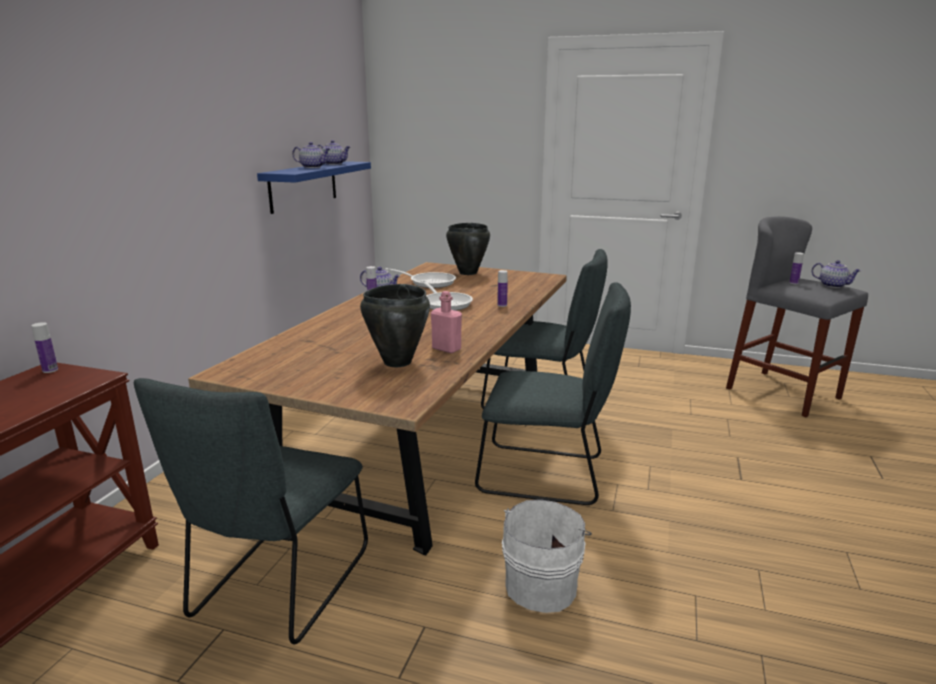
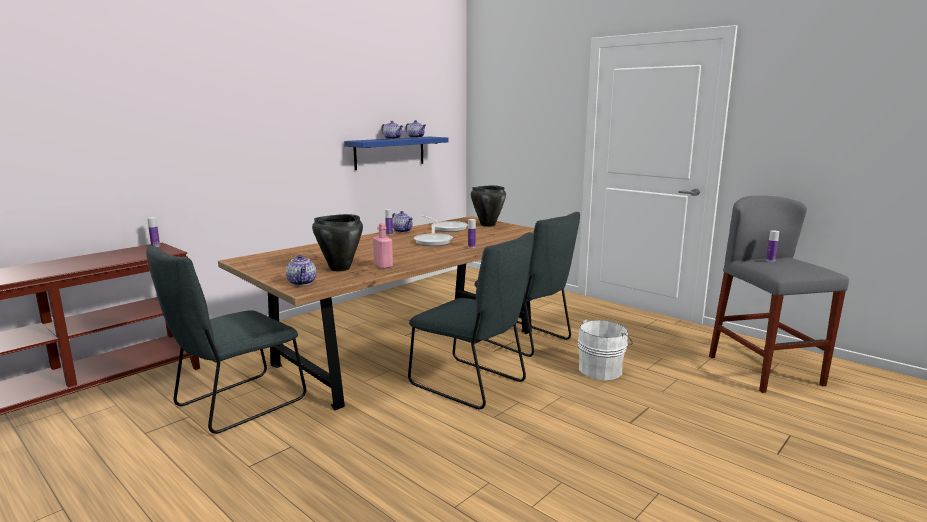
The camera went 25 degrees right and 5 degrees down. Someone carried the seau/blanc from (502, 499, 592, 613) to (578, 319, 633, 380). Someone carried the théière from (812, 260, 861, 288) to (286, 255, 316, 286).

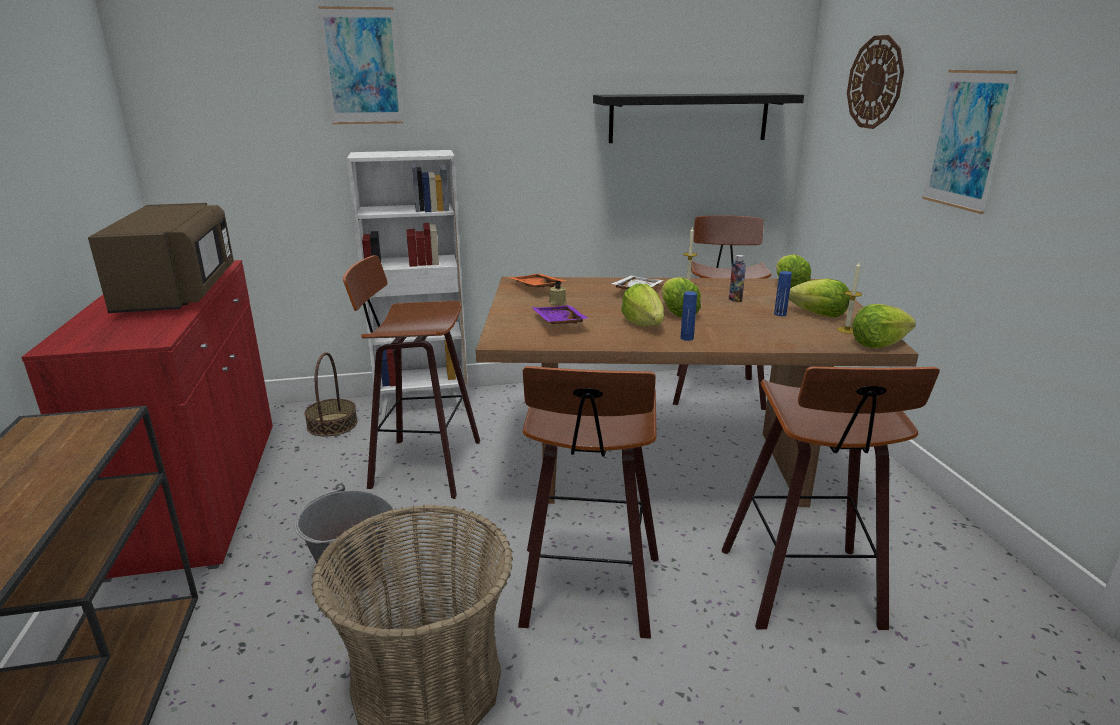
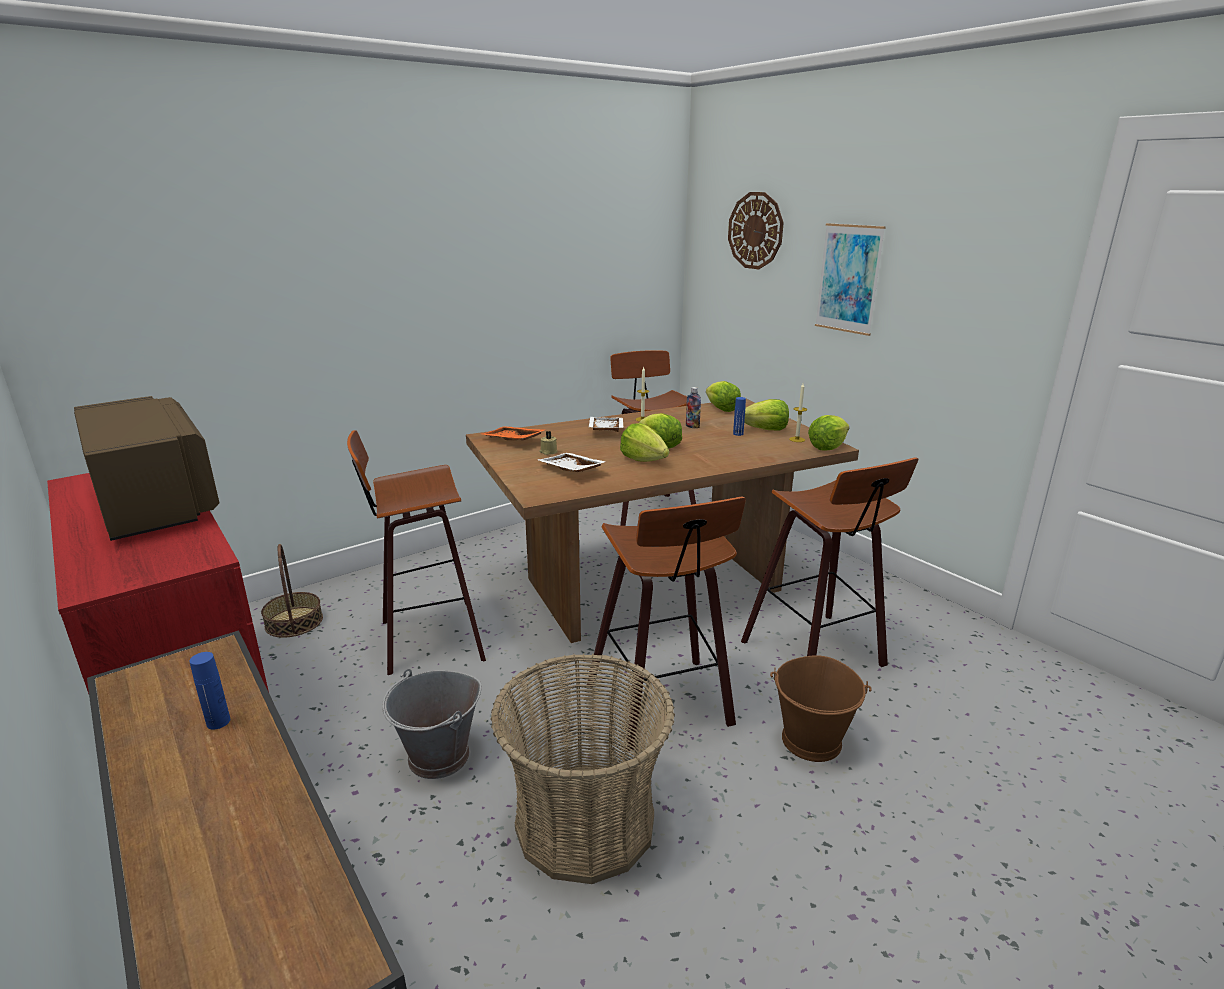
The camera went 25 degrees left and 0 degrees up. Someone took away the tableau at (318, 6, 403, 124). Someone took away the bibliothèque/blanc at (347, 150, 468, 417). Someone repainted the plateau/violet at (532, 305, 589, 325), which became the plateau/blanc at (538, 453, 606, 472). Someone took away the étagère/noir at (593, 93, 804, 143). Someone carried the bouteille/bleu from (681, 291, 697, 341) to (189, 652, 230, 730). Someone put down the seau/marron at (770, 655, 872, 762).

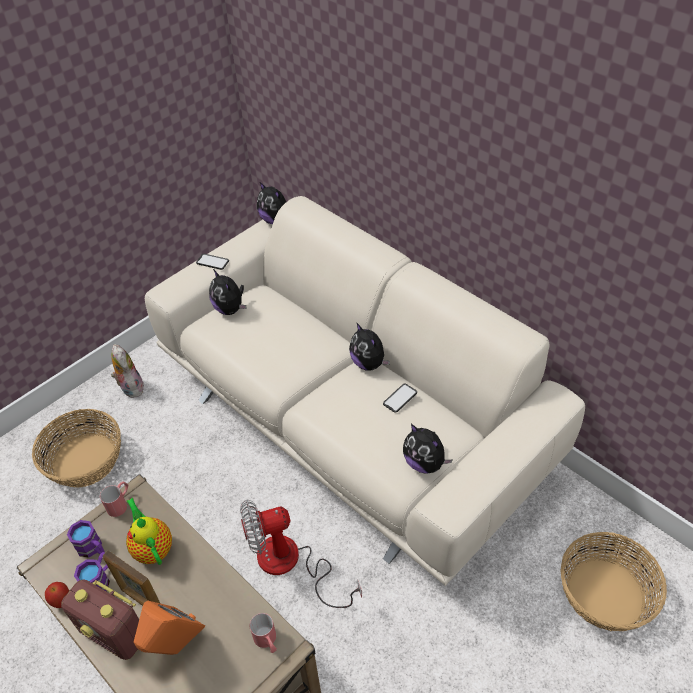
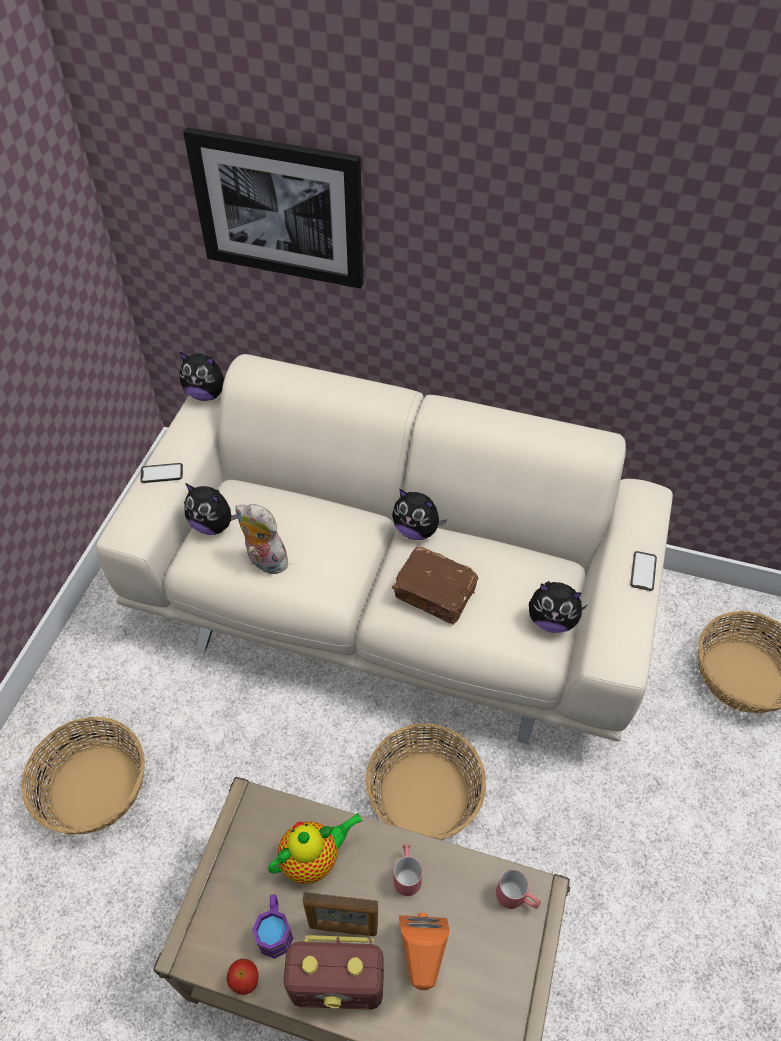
The camera went 30 degrees left and 5 degrees up. Someone took away the mug/violet at (67, 520, 105, 558). Someone carried the mug/rouge from (100, 482, 128, 517) to (393, 845, 423, 896). Someone carried the peluche from (111, 344, 144, 398) to (235, 504, 292, 574). Someone rotated the théière at (126, 498, 172, 565) by 120 degrees clockwise. Someone swapped the ventilateur at (240, 500, 362, 608) for the panier at (366, 723, 486, 840). Someone carried the téléphone from (383, 383, 417, 413) to (630, 551, 657, 591). Someone put up the tableau at (183, 127, 363, 289). Someone put down the livre/marron at (392, 547, 478, 625).

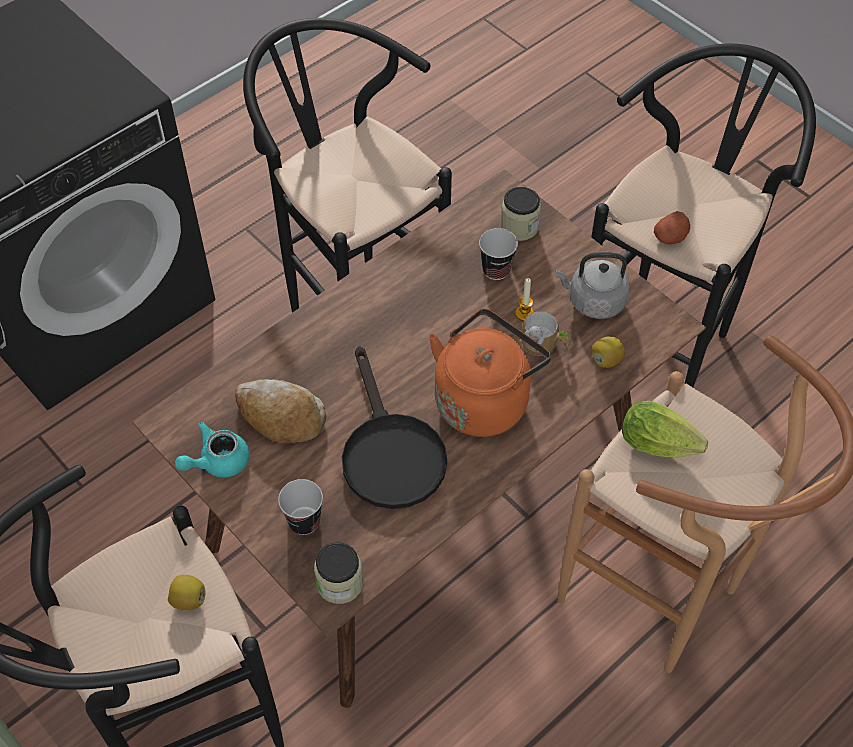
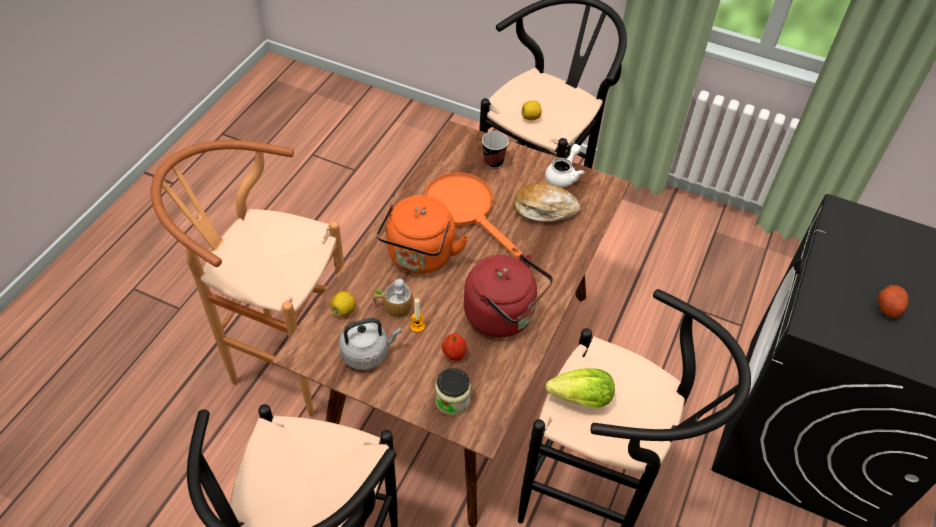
The camera went 155 degrees right and 5 degrees down. Someone repainted the théière/turquoise at (175, 422, 250, 477), which became the théière/blanc at (545, 144, 584, 187). Someone took away the bocal at (314, 542, 363, 604). Someone repainted the poêle/noir at (342, 346, 447, 509), which became the poêle/orange at (424, 172, 522, 258). Someone swapped the tasse at (479, 228, 518, 280) for the pomme at (442, 334, 467, 361). Someone carried the laitue from (622, 401, 708, 457) to (545, 369, 615, 407). Someone carried the pomme de terre from (654, 211, 690, 244) to (878, 285, 908, 318). Someone put down the bouilloire/rouge at (464, 254, 553, 337).

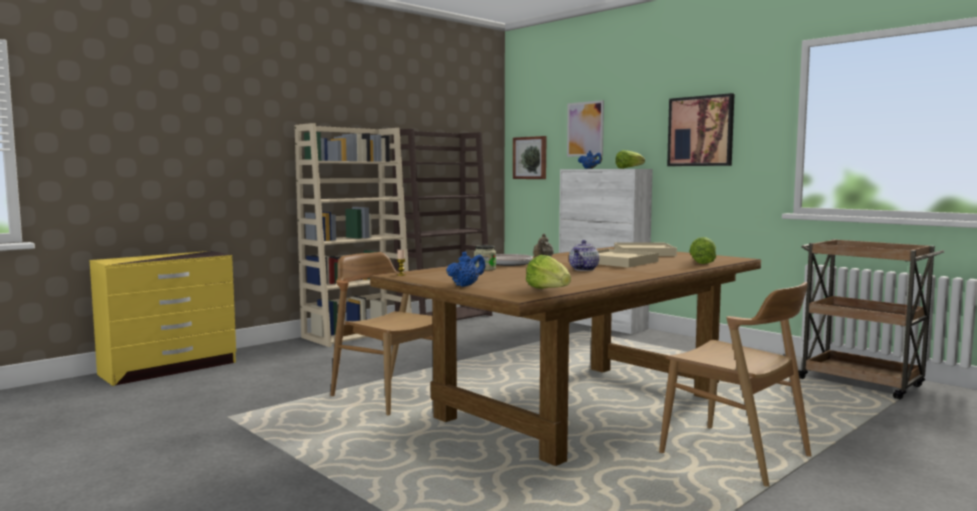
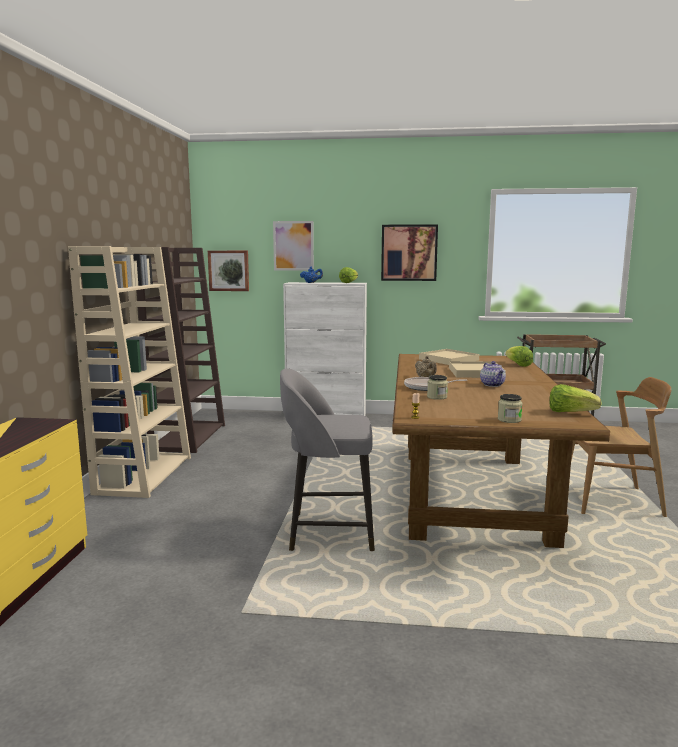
The camera went 40 degrees left and 5 degrees up. Someone swapped the chaise/marron at (330, 252, 433, 415) for the tabouret/gris at (280, 368, 375, 551). Someone swapped the théière/bleu at (446, 251, 485, 287) for the bocal at (498, 394, 523, 423).

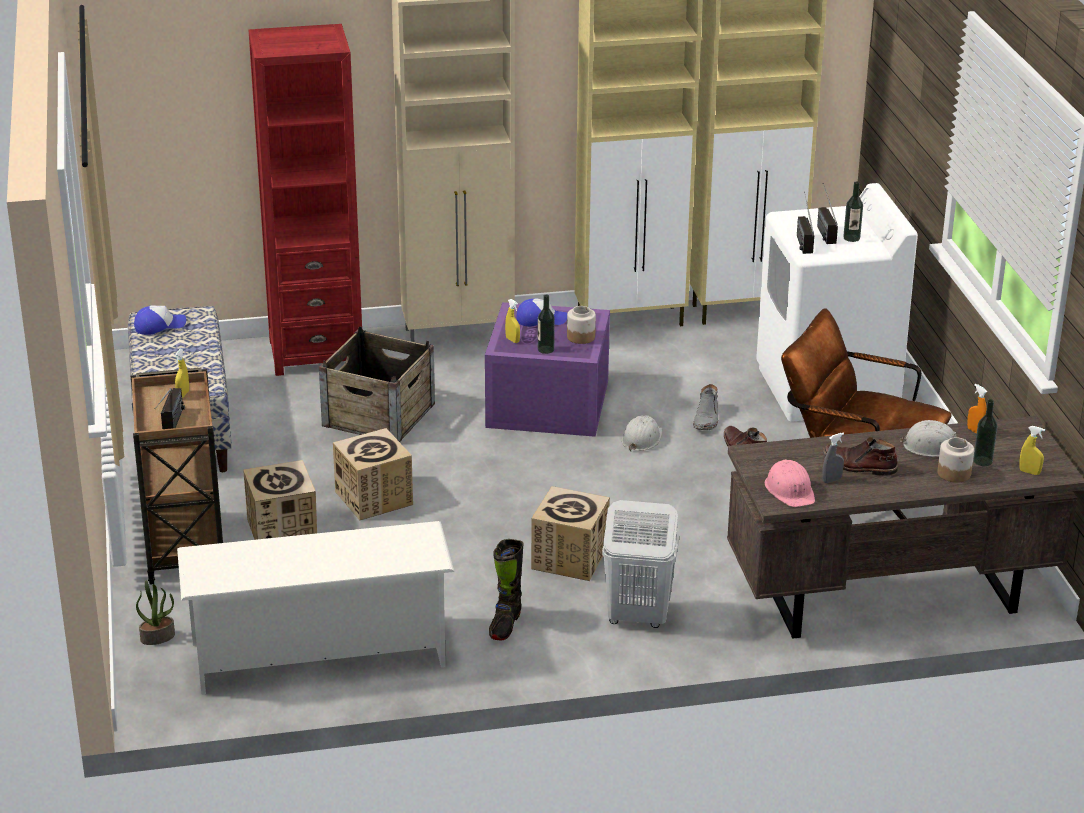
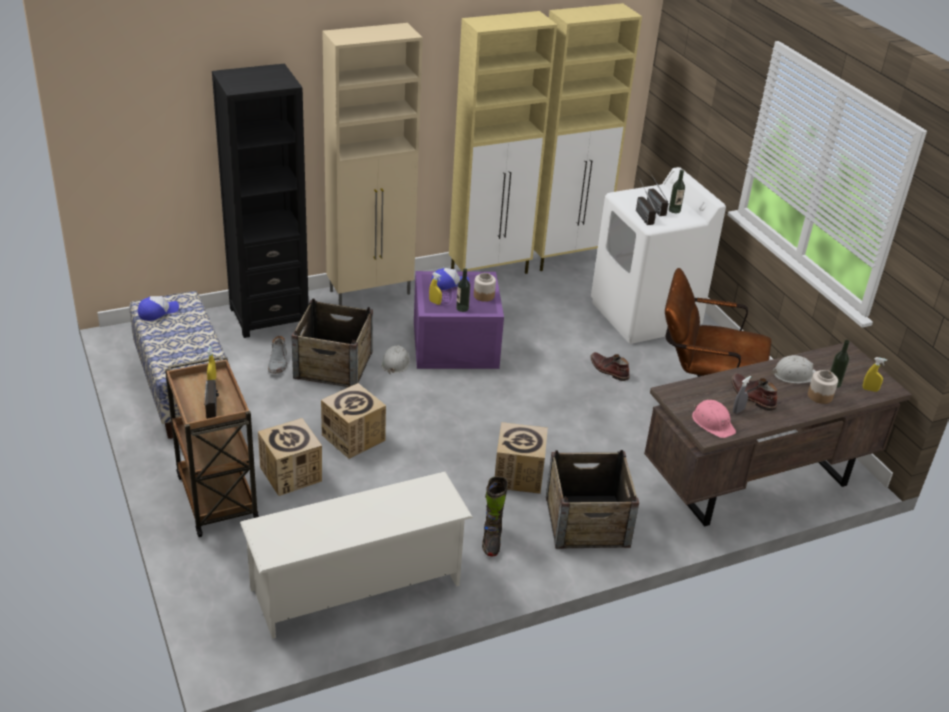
The camera went 15 degrees left and 5 degrees up. Someone took away the plante en pot at (136, 581, 175, 645). Someone repainted the bibliothèque/rouge at (248, 24, 362, 376), which became the bibliothèque/noir at (212, 64, 309, 338). Someone swapped the panier à linge/blanc at (602, 500, 679, 628) for the caisse at (546, 450, 639, 549). Someone carried the casque de chantier/blanc from (621, 415, 663, 452) to (381, 345, 410, 374). Someone carried the botte/gris from (693, 384, 718, 430) to (268, 335, 287, 374). Someone rotated the botte/marron at (823, 437, 898, 476) by 45 degrees clockwise. Someone took away the vaporisateur/orange at (967, 384, 987, 434).

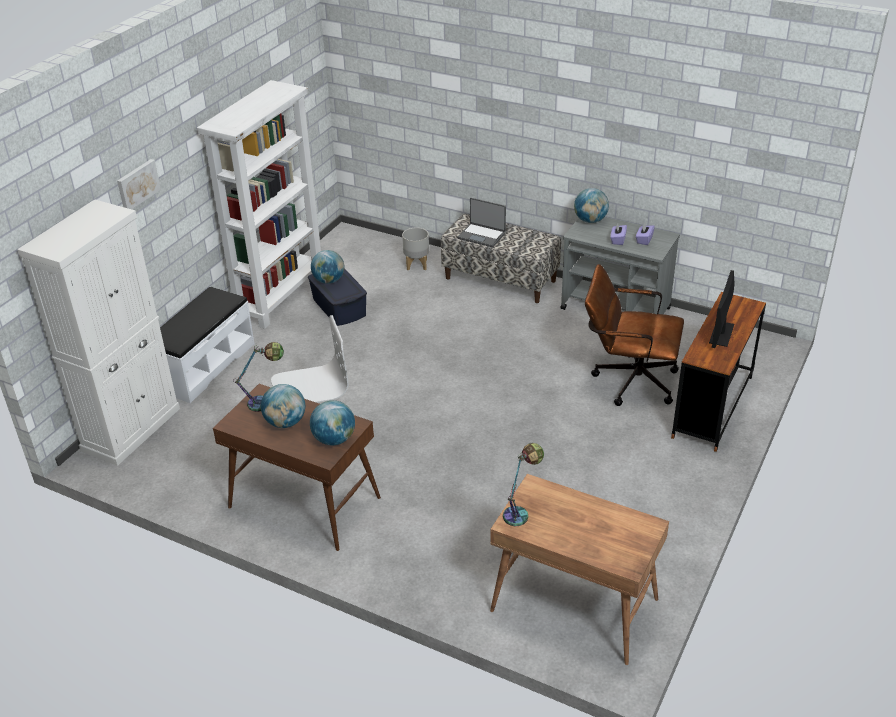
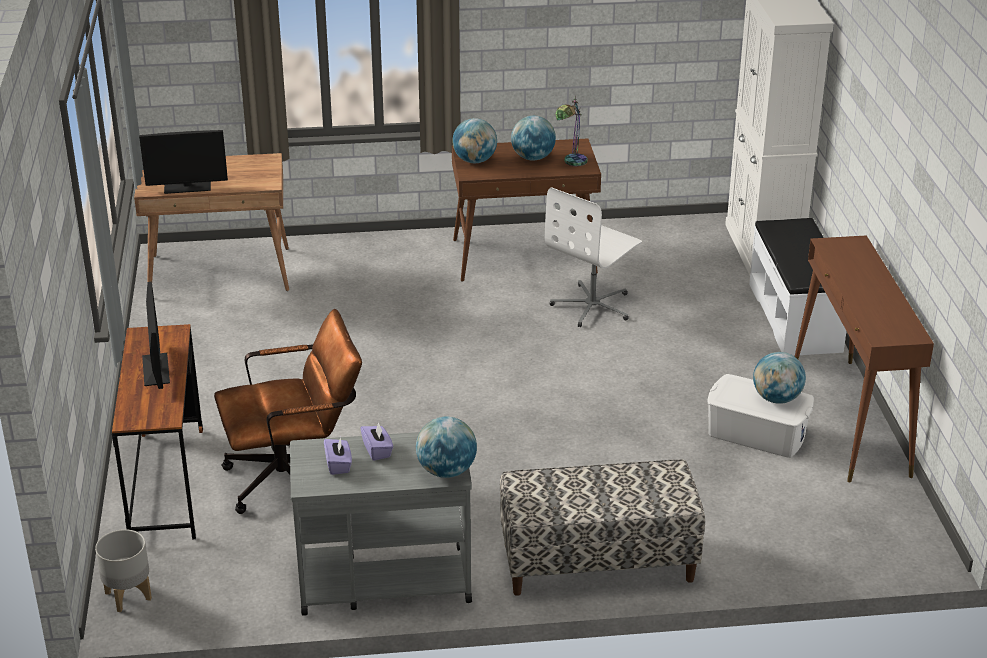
The camera went 145 degrees right and 5 degrees down. Someone took away the tableau at (117, 159, 161, 209). Someone swapped the bibliothèque/blanc at (197, 80, 321, 329) for the table console/marron at (795, 235, 934, 482). Someone repainted the boîte de rangement/bleu at (308, 269, 367, 326), which became the boîte de rangement/blanc at (708, 374, 814, 458). Someone carried the cache-pot/gris from (402, 227, 429, 270) to (95, 529, 152, 612). Someone took away the ordinateur portable at (457, 198, 506, 247). Someone took away the lampe de table at (503, 443, 544, 526). Someone put down the écran d'ordinateur at (139, 130, 228, 194).

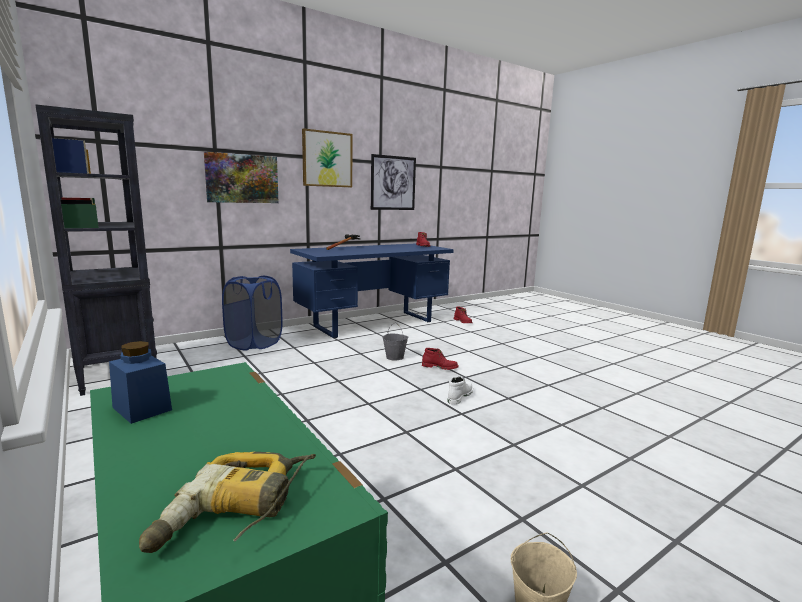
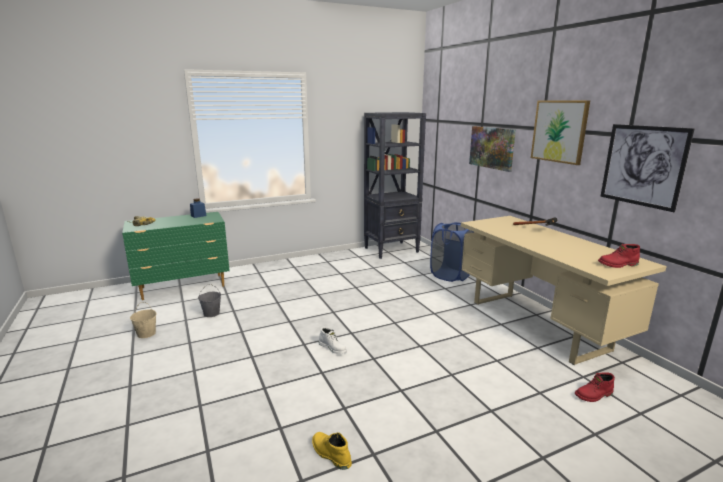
The camera went 100 degrees right and 5 degrees up. Someone repainted the bureau/bleu at (290, 244, 454, 338), which became the bureau/beige at (461, 216, 667, 365). Someone carried the seau/gris from (382, 323, 408, 361) to (198, 284, 221, 317). Someone took away the botte/rouge at (422, 348, 459, 370). Someone put down the botte/jaune at (312, 432, 352, 470).

